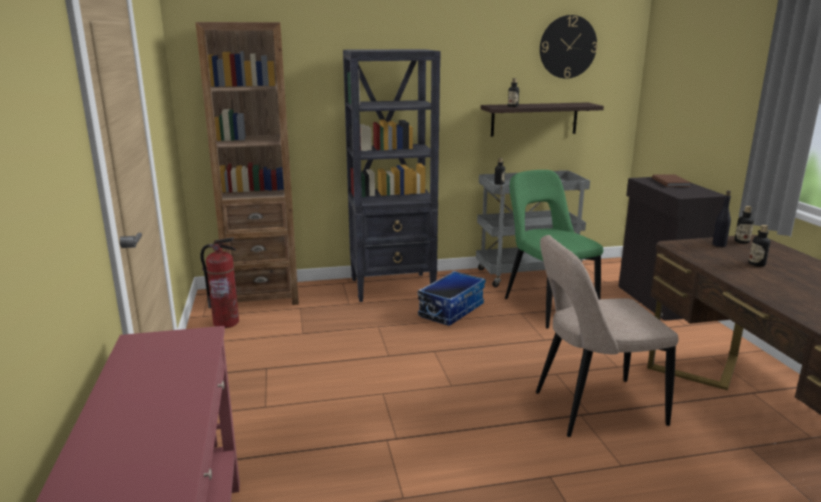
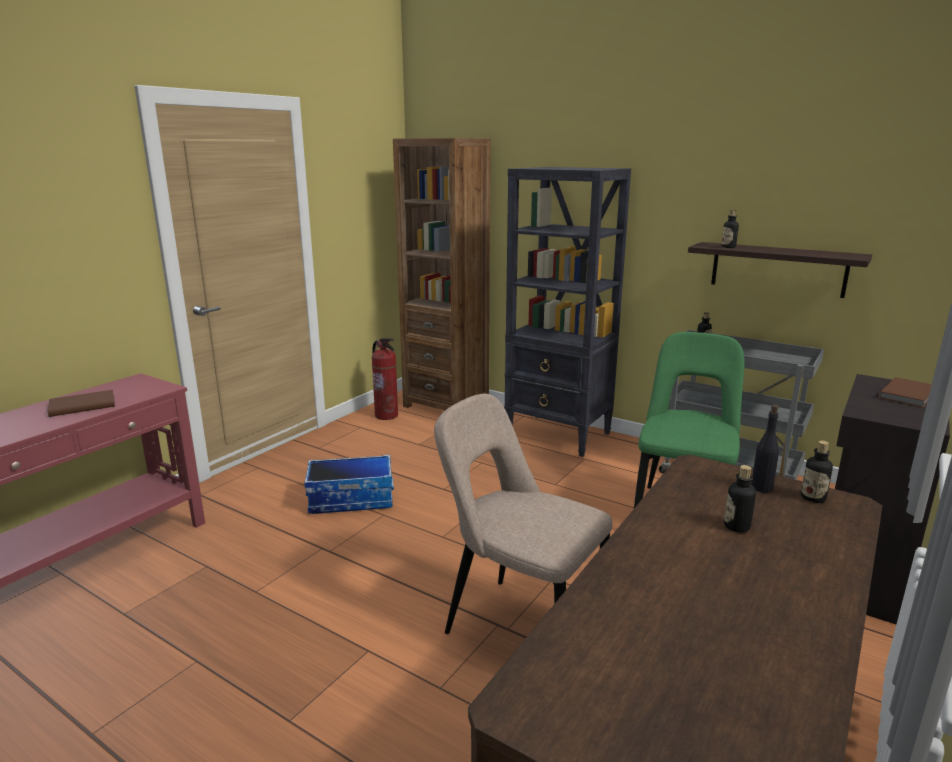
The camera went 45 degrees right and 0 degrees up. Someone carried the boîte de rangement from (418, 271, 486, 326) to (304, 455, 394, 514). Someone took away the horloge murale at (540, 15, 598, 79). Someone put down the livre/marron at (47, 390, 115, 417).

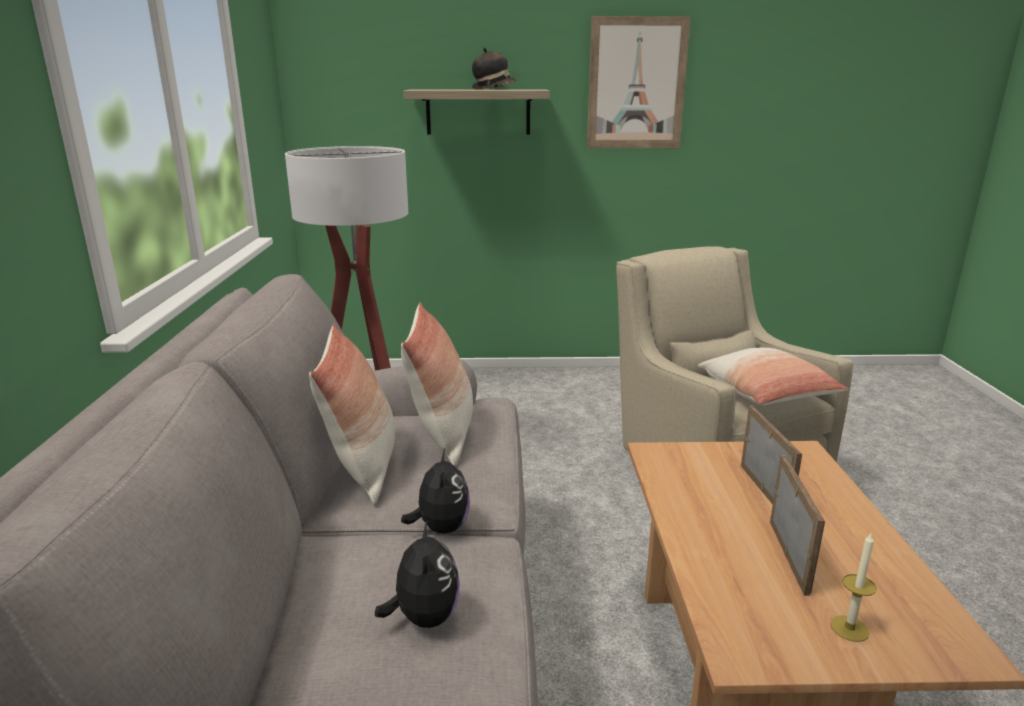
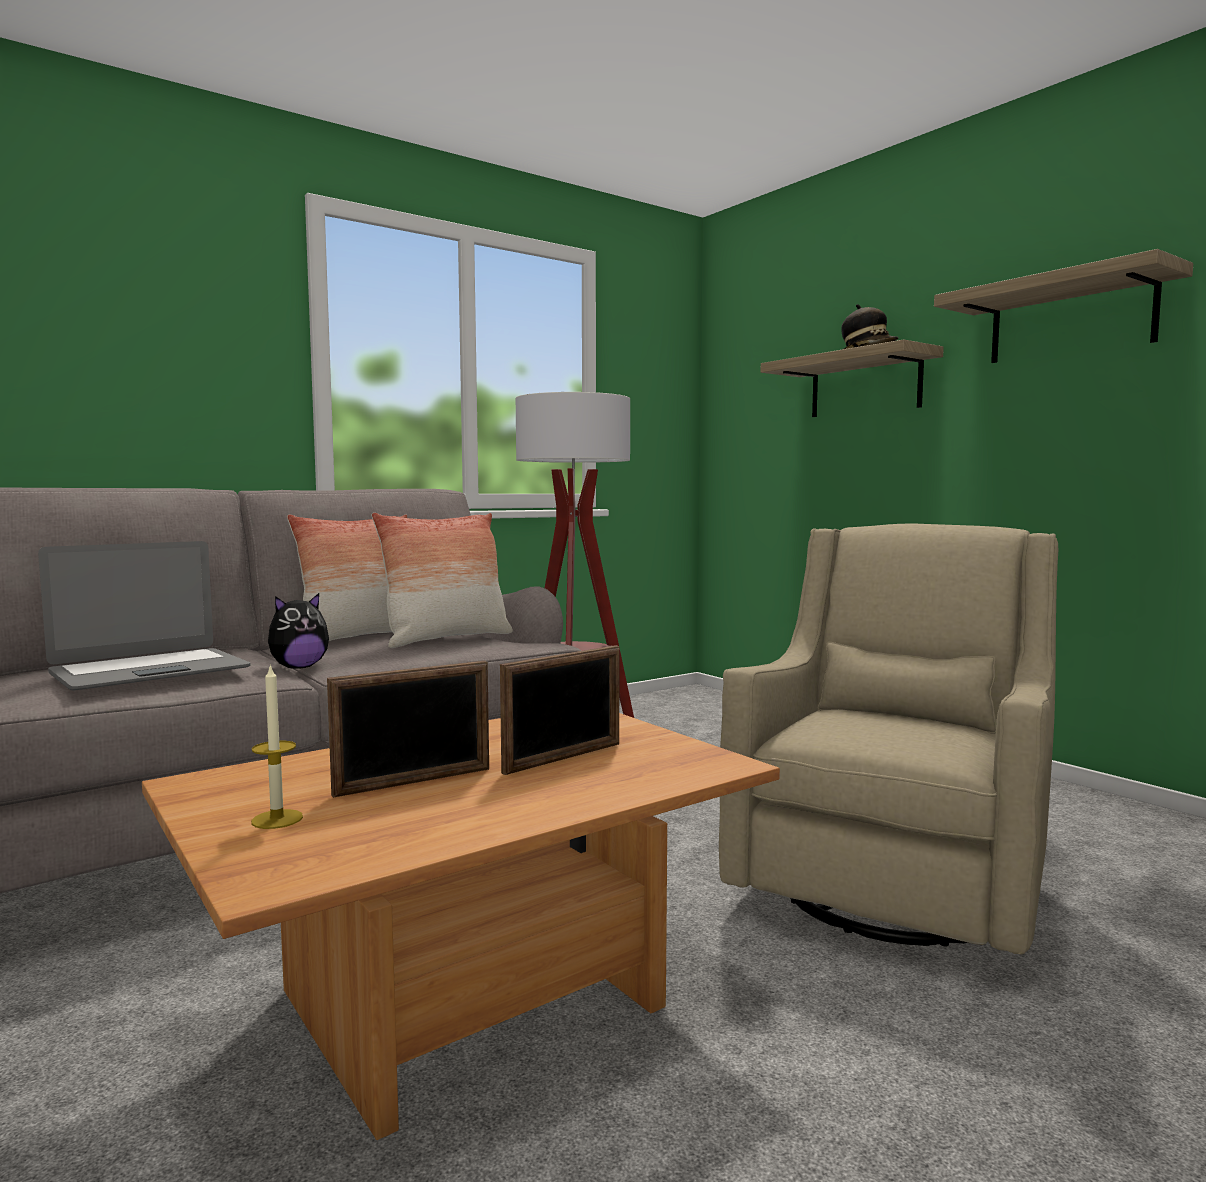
The camera went 55 degrees right and 15 degrees down. Someone swapped the peluche at (375, 521, 460, 628) for the ordinateur portable at (38, 541, 251, 690). Someone swapped the tableau at (587, 16, 691, 148) for the étagère at (934, 249, 1193, 363). Someone took away the coussin at (698, 348, 849, 405).

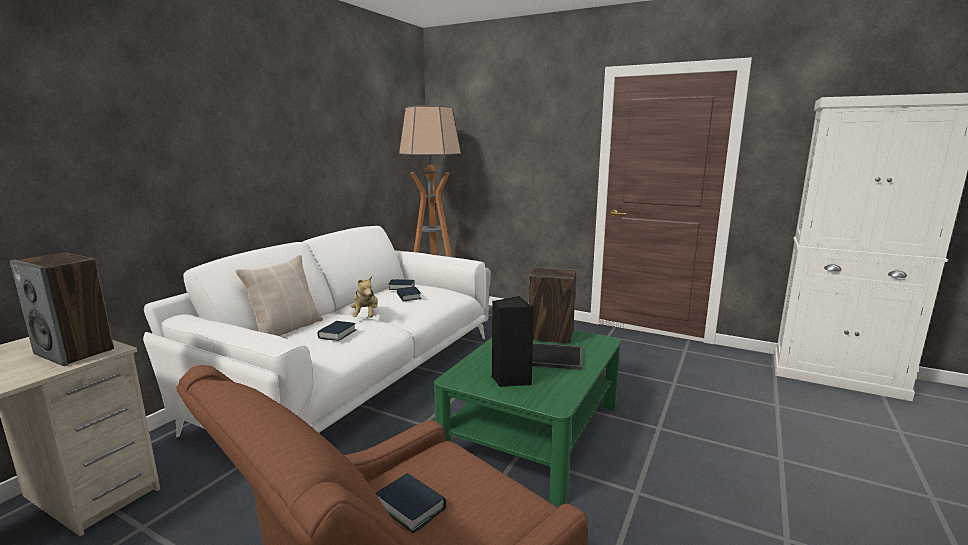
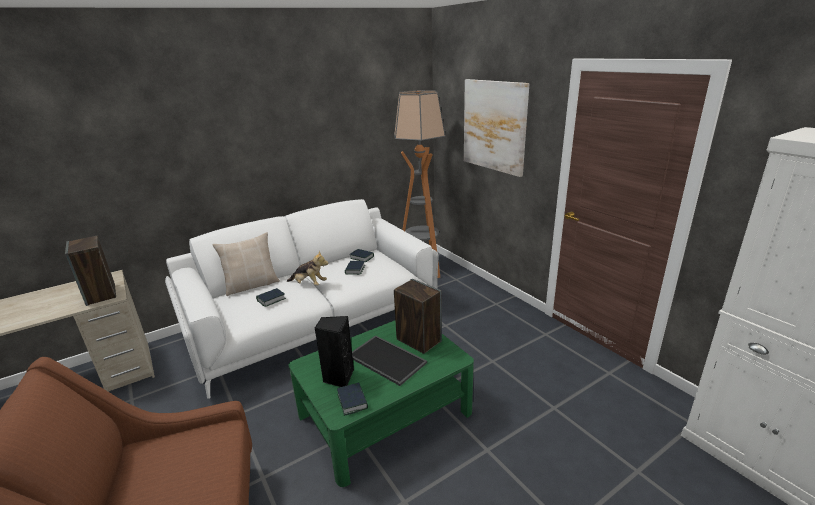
The camera went 30 degrees right and 10 degrees up. Someone rotated the peluche at (351, 276, 378, 317) by 90 degrees counterclockwise. Someone carried the livre from (376, 473, 446, 533) to (337, 382, 368, 416). Someone put up the tableau at (464, 79, 530, 177).

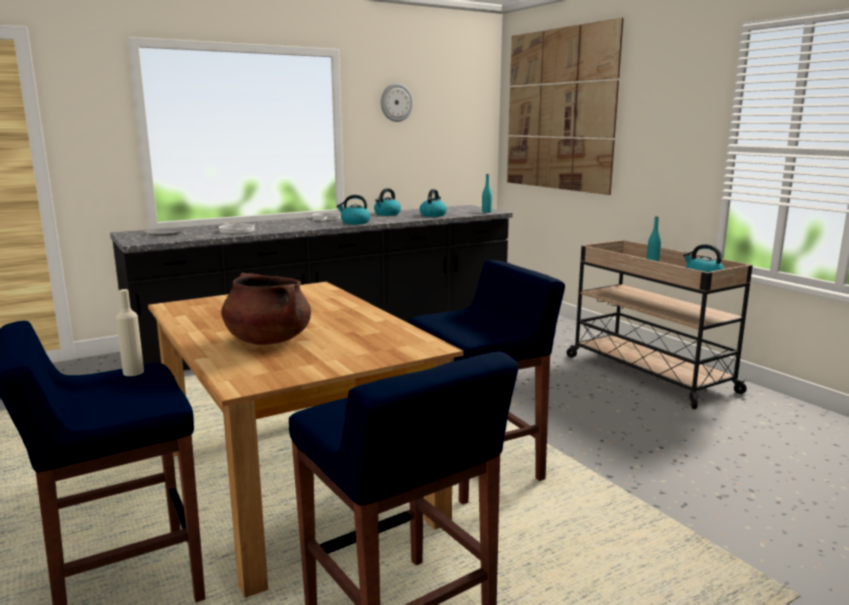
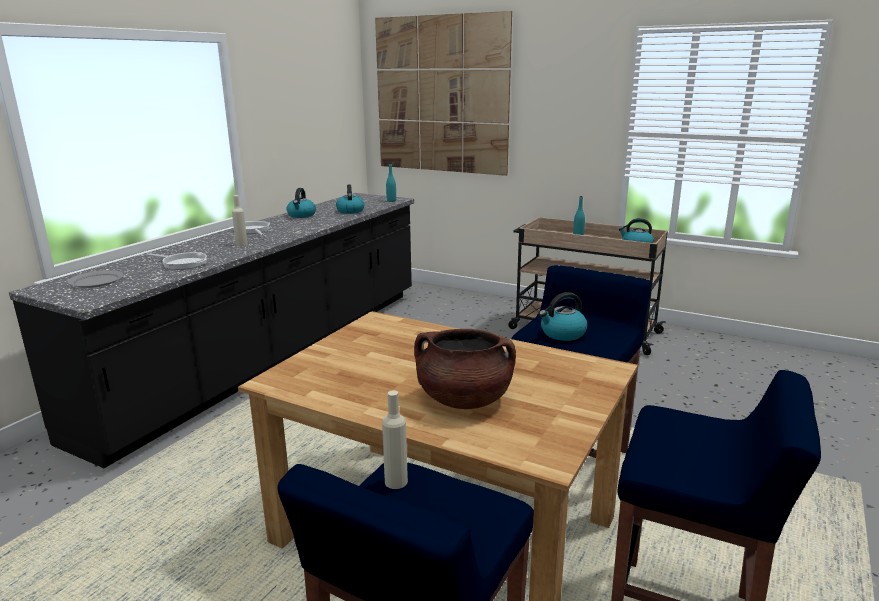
The camera went 30 degrees left and 5 degrees up. Someone carried the bouilloire from (337, 195, 370, 225) to (539, 292, 587, 341). Someone took away the horloge murale at (381, 83, 413, 122). Someone put down the bouteille/beige at (232, 195, 248, 246).

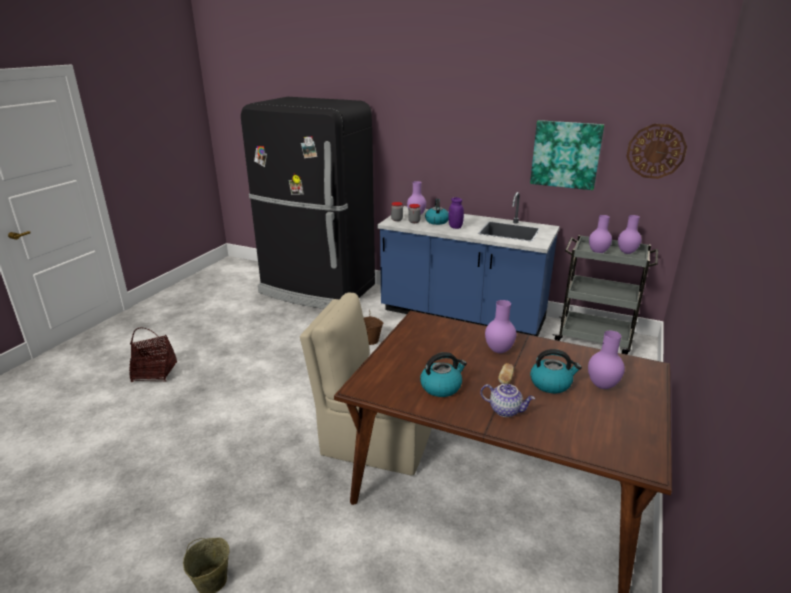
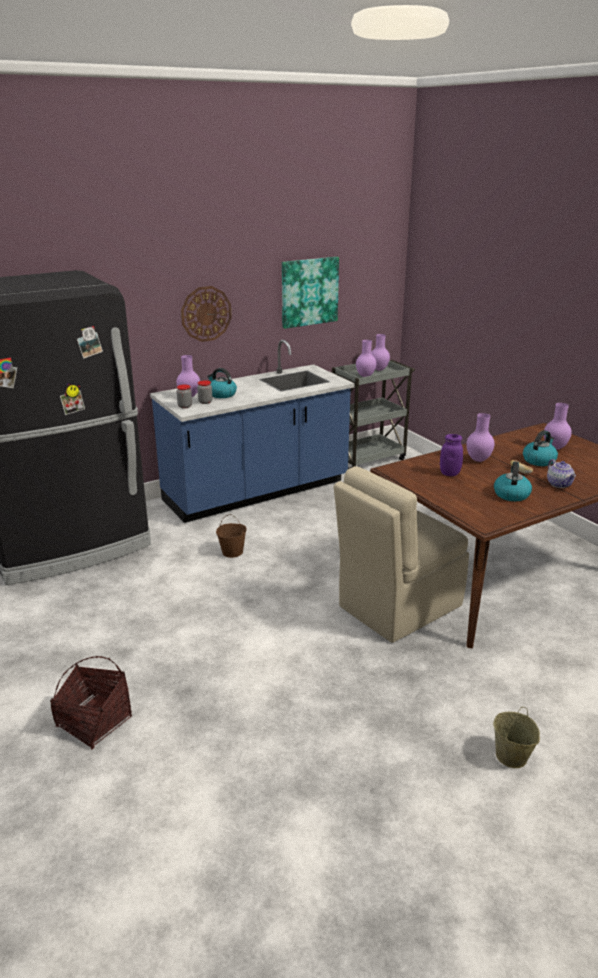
The camera went 55 degrees left and 0 degrees up. Someone carried the bocal/violet from (448, 197, 464, 229) to (440, 434, 463, 476). Someone rotated the théière at (481, 384, 535, 417) by 105 degrees clockwise. Someone carried the horloge murale from (626, 124, 687, 179) to (181, 286, 232, 342).

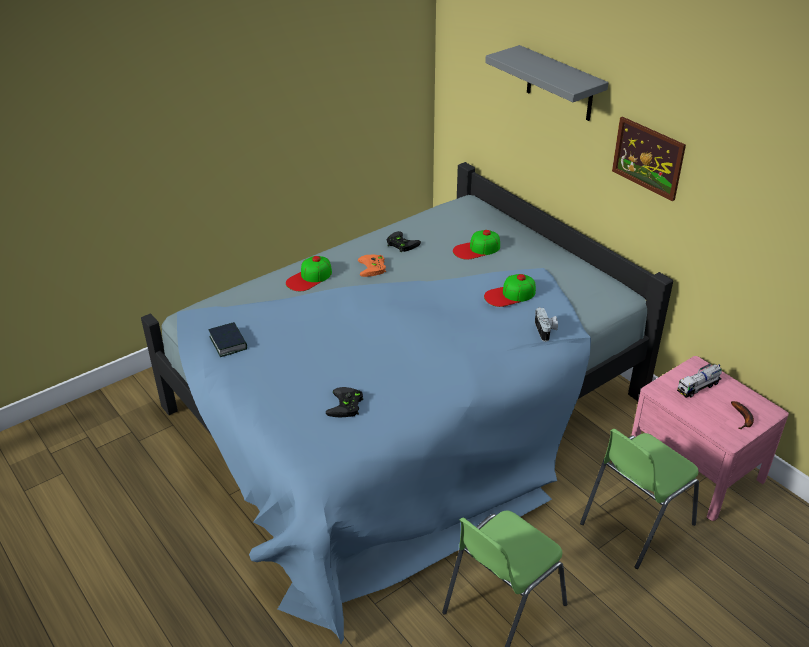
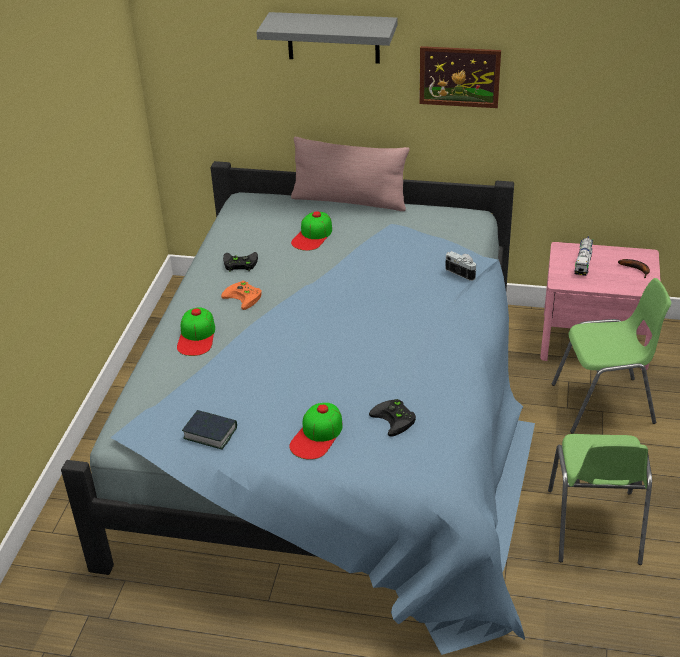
The camera went 40 degrees left and 0 degrees up. Someone carried the casquette from (484, 274, 536, 307) to (289, 403, 343, 460). Someone rotated the chaise/vert at (580, 429, 699, 569) by 105 degrees counterclockwise. Someone put down the coussin/rose at (291, 137, 410, 211).

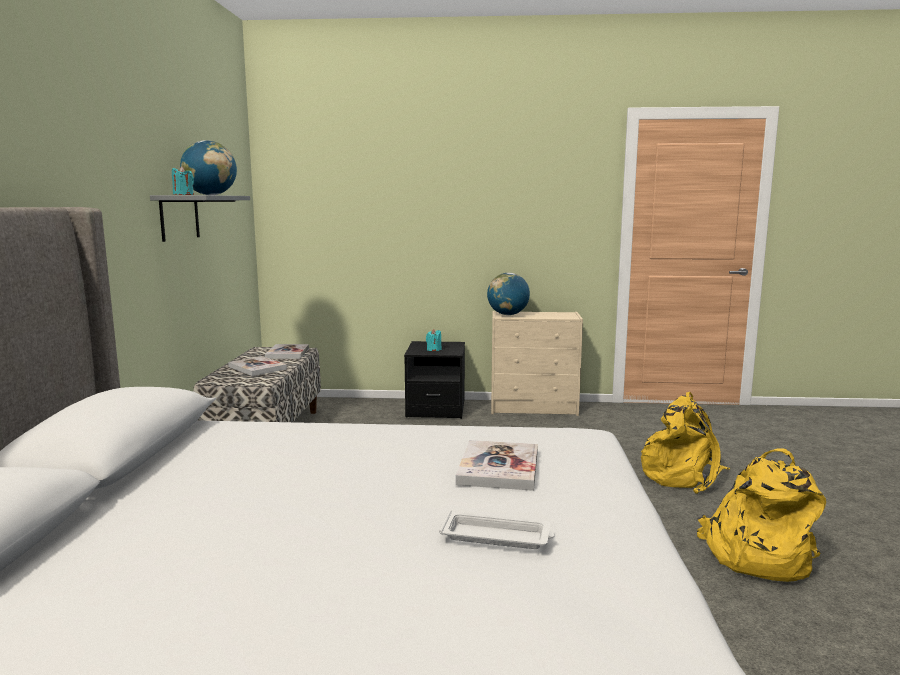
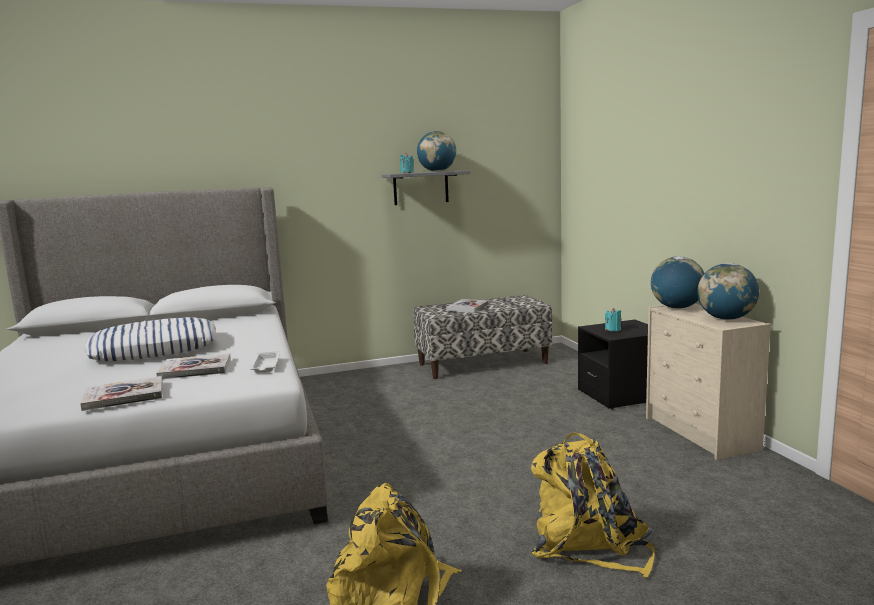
The camera went 70 degrees right and 0 degrees up. Someone carried the livre from (265, 344, 309, 359) to (80, 376, 163, 411). Someone carried the plateau/blanc from (439, 510, 554, 549) to (250, 351, 280, 373). Someone put down the coussin at (84, 317, 216, 361). Someone put down the globe at (697, 263, 759, 320).

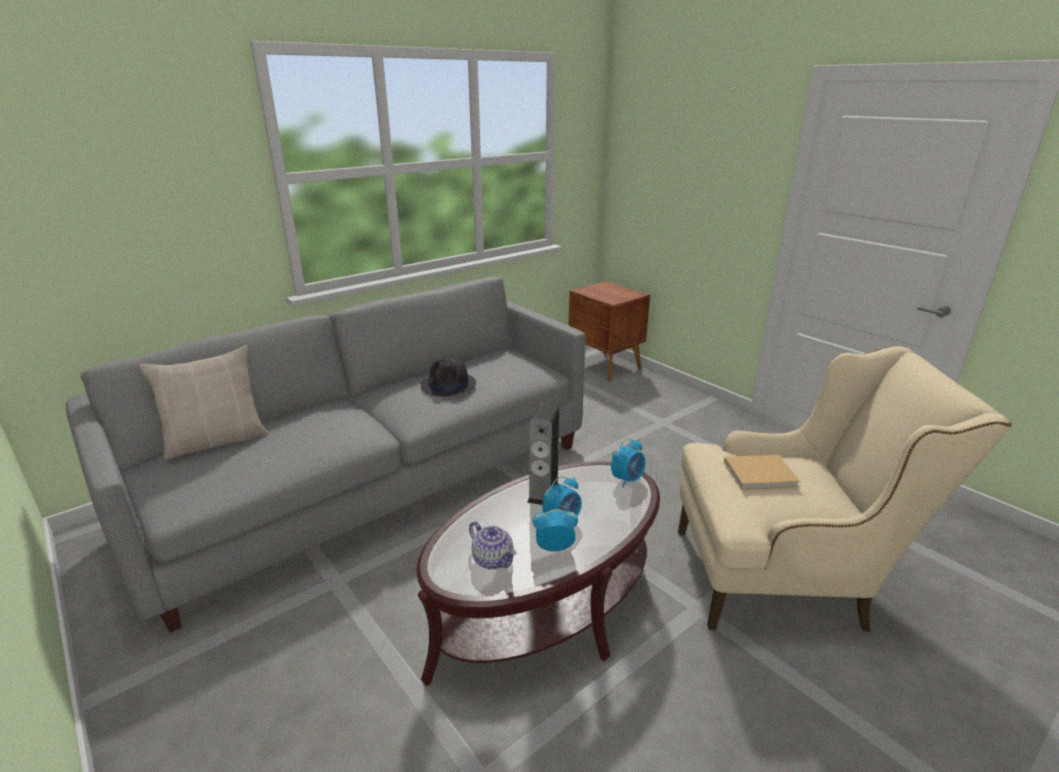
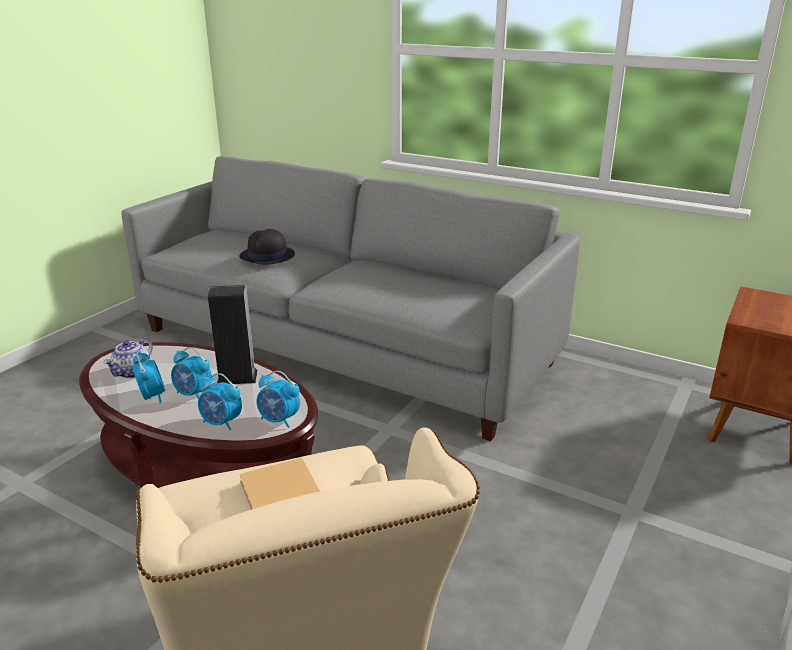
The camera went 70 degrees right and 0 degrees up. Someone took away the coussin/beige at (139, 346, 268, 461). Someone carried the chapeau/noir from (421, 358, 476, 397) to (239, 229, 295, 265). Someone put down the réveil at (198, 373, 242, 430).

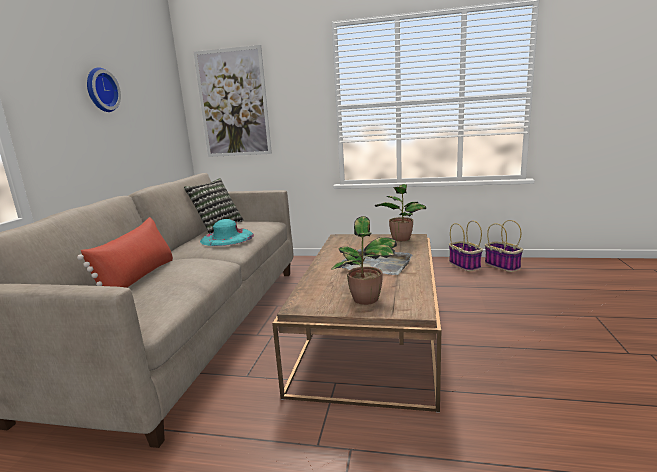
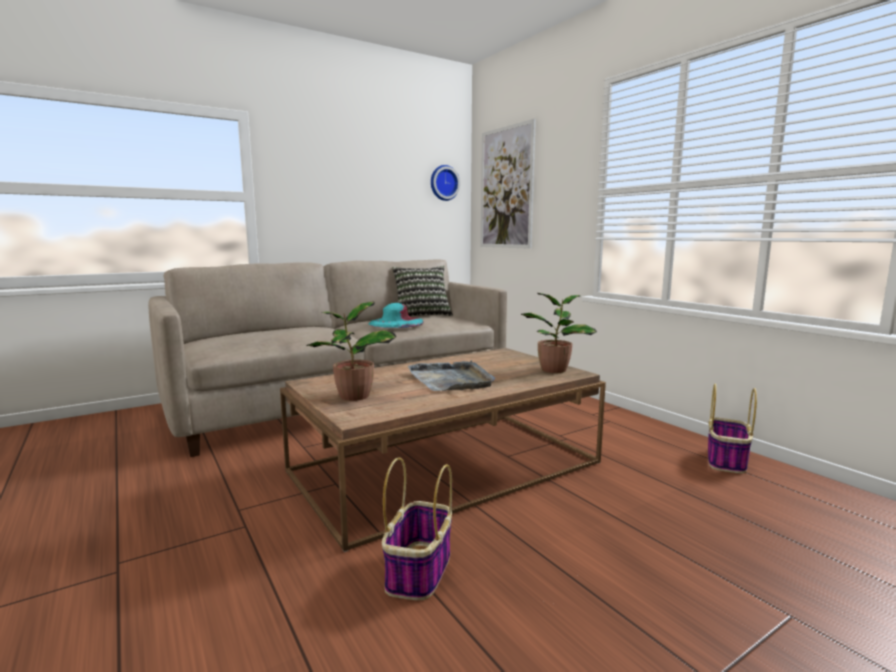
The camera went 45 degrees right and 5 degrees down. Someone took away the coussin/rouge at (77, 217, 173, 288). Someone carried the horloge murale from (87, 67, 121, 112) to (431, 165, 460, 201). Someone carried the panier from (485, 220, 523, 272) to (382, 457, 452, 600).

